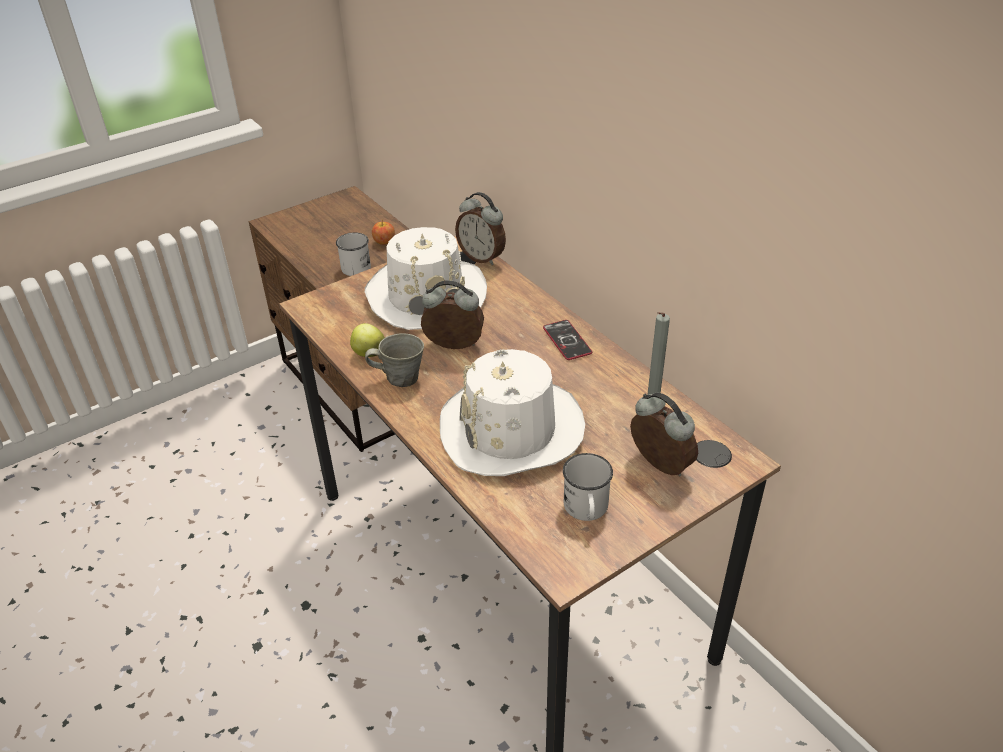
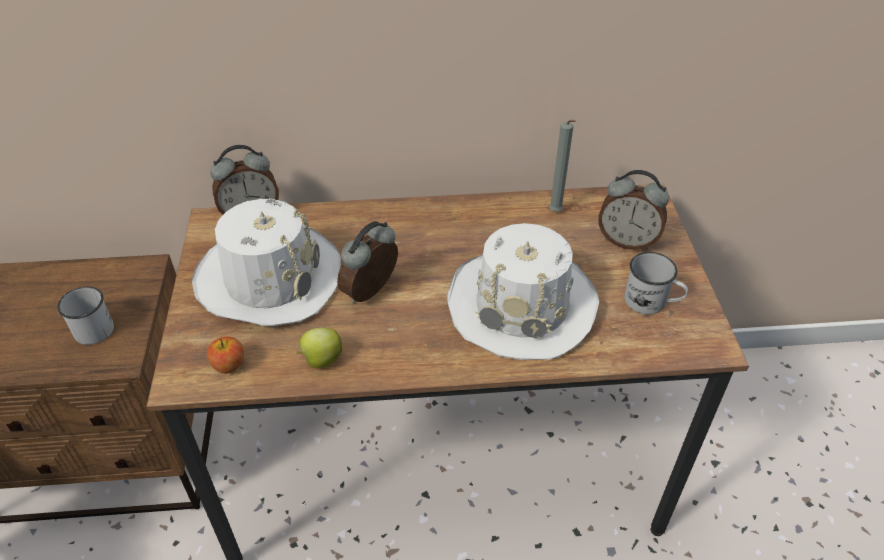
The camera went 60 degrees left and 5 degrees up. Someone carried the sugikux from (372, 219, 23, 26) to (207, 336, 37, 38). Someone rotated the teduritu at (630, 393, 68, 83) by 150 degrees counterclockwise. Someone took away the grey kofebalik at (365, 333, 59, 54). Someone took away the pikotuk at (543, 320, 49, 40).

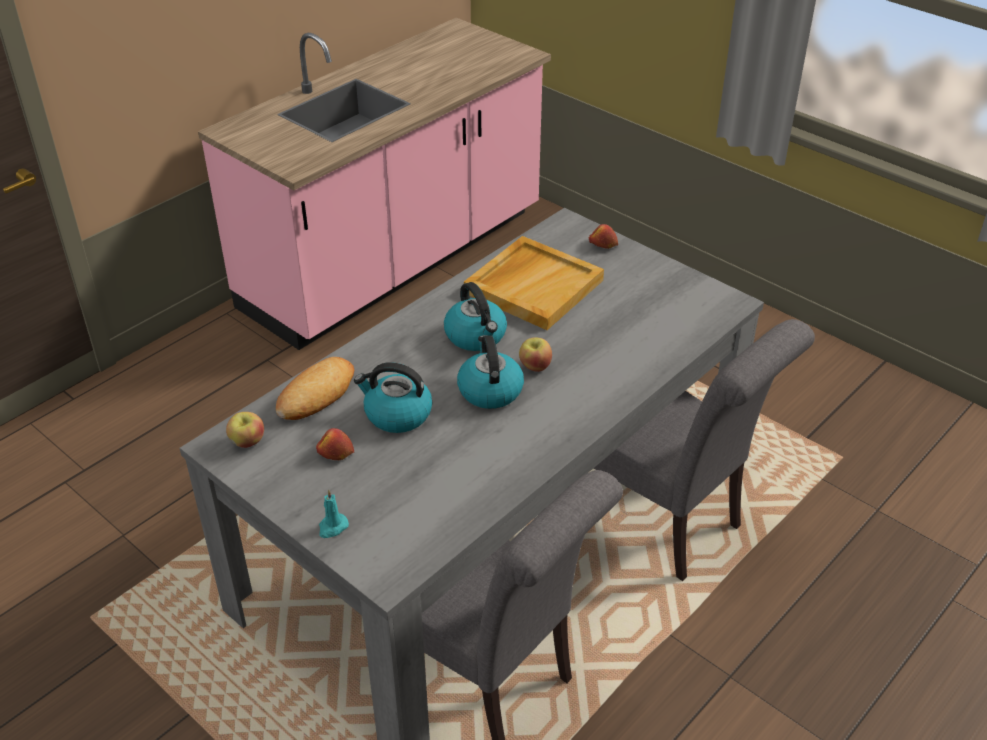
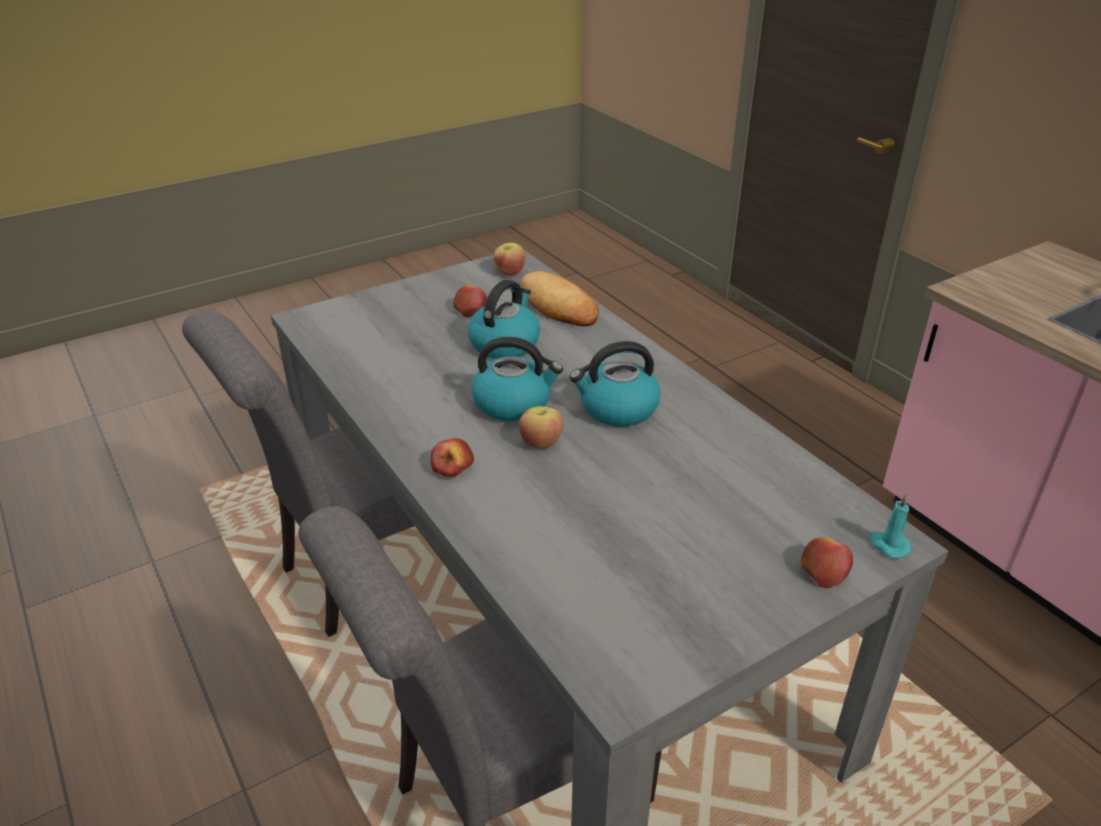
The camera went 105 degrees right and 5 degrees down. Someone put down the sugikux at (430, 438, 44, 39). Someone carried the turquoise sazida from (319, 489, 30, 49) to (870, 494, 41, 65). Someone took away the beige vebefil at (464, 236, 140, 94).

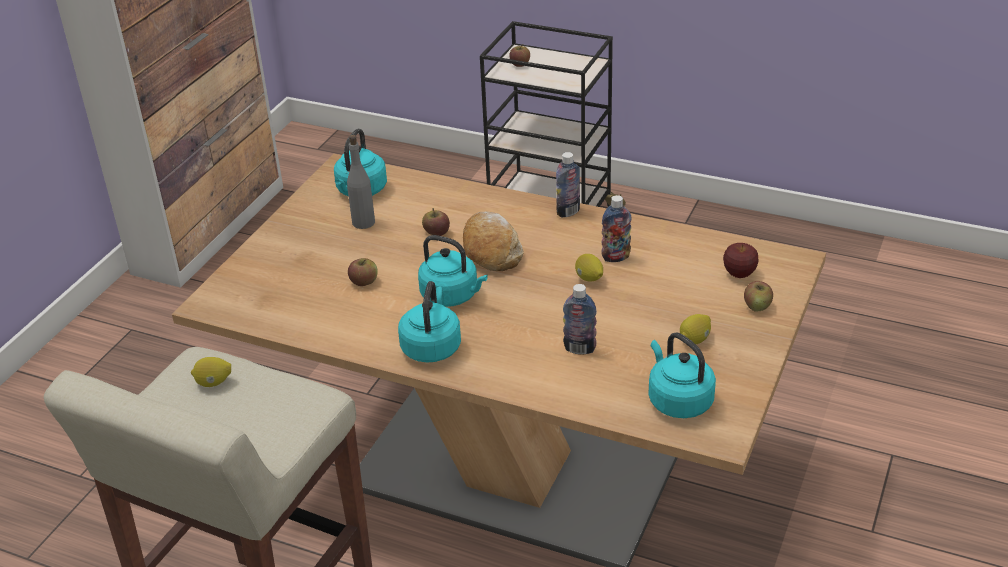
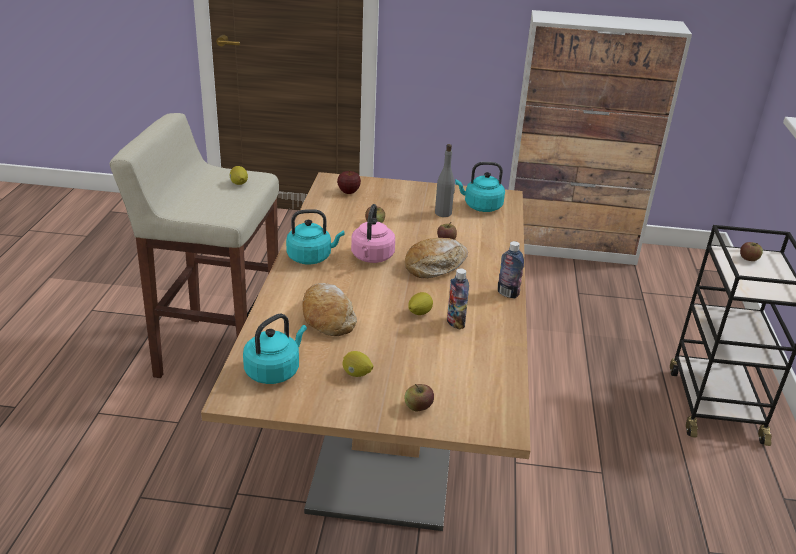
The camera went 70 degrees right and 5 degrees down. Someone swapped the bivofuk at (563, 284, 34, 70) for the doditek at (302, 283, 55, 53). Someone carried the sugikux from (723, 243, 35, 35) to (337, 171, 24, 23). Someone repainted the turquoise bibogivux at (418, 235, 70, 72), which became the pink bibogivux at (351, 204, 44, 59).

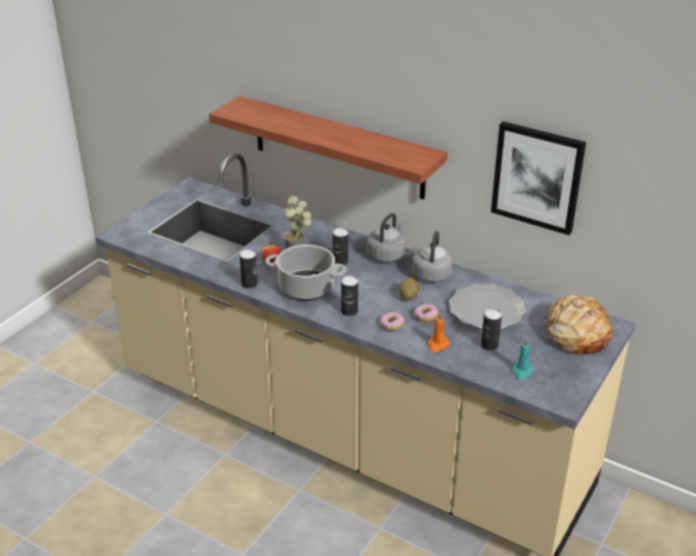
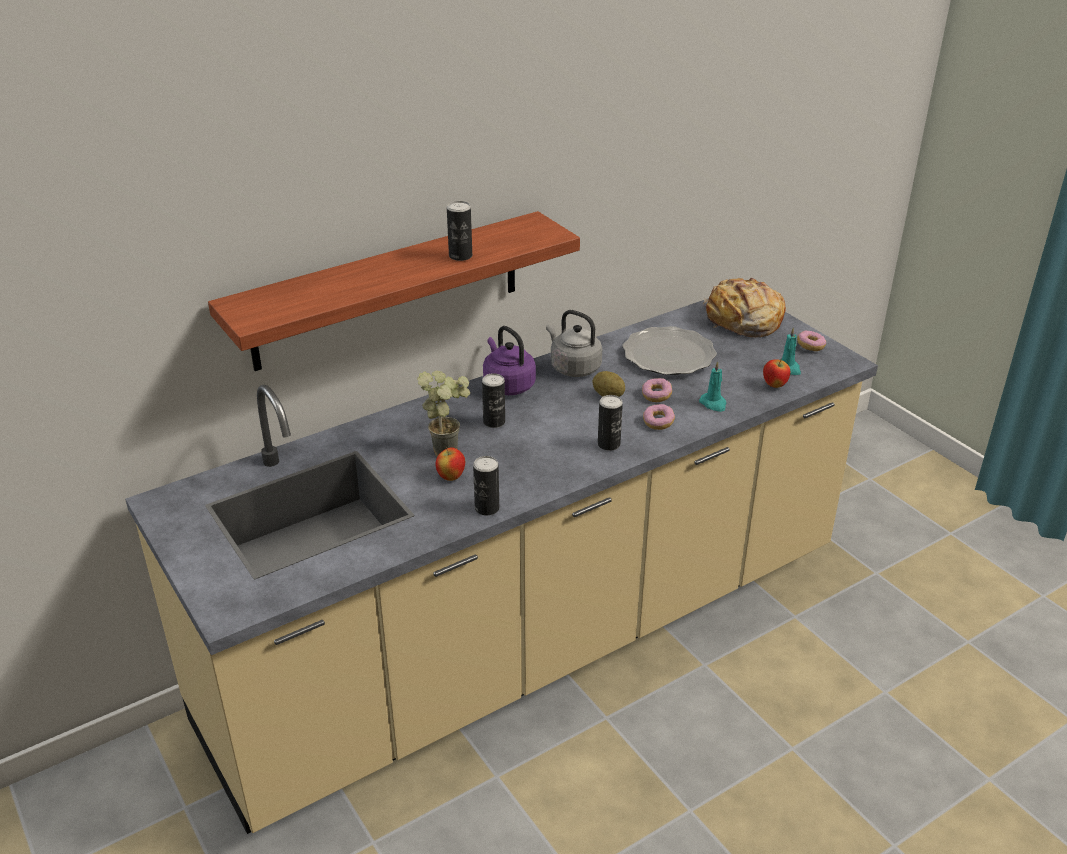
The camera went 65 degrees left and 0 degrees up. Someone carried the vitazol from (481, 308, 21, 42) to (447, 201, 25, 60). Someone repainted the grey bibogivux at (367, 213, 38, 50), which became the purple bibogivux at (483, 326, 53, 69). Someone repainted the orange sazida at (427, 313, 23, 39), which became the turquoise sazida at (699, 361, 28, 51). Someone put down the sugikux at (763, 359, 27, 29). Someone put down the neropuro at (797, 331, 29, 20). Someone took away the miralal at (265, 244, 82, 57). Someone took away the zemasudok at (491, 121, 95, 114).

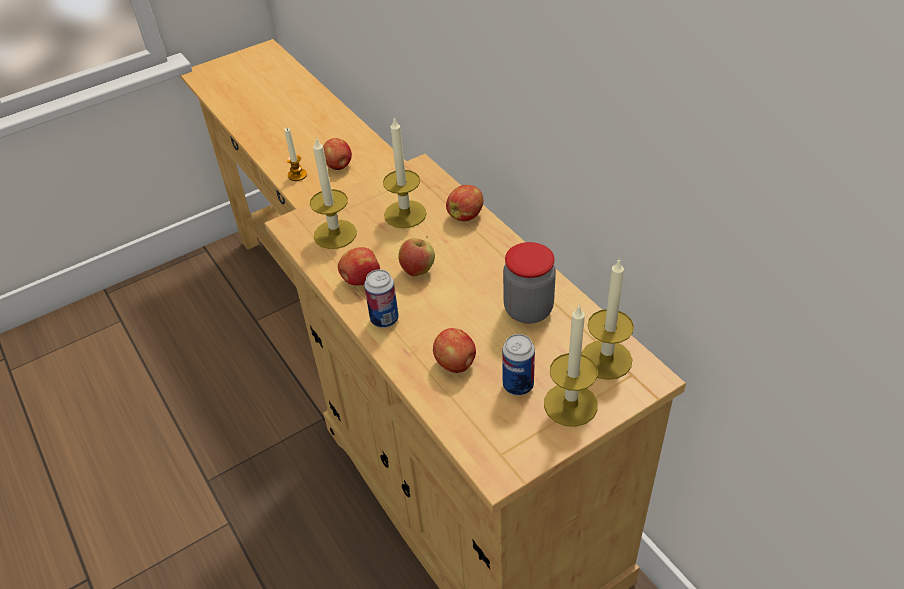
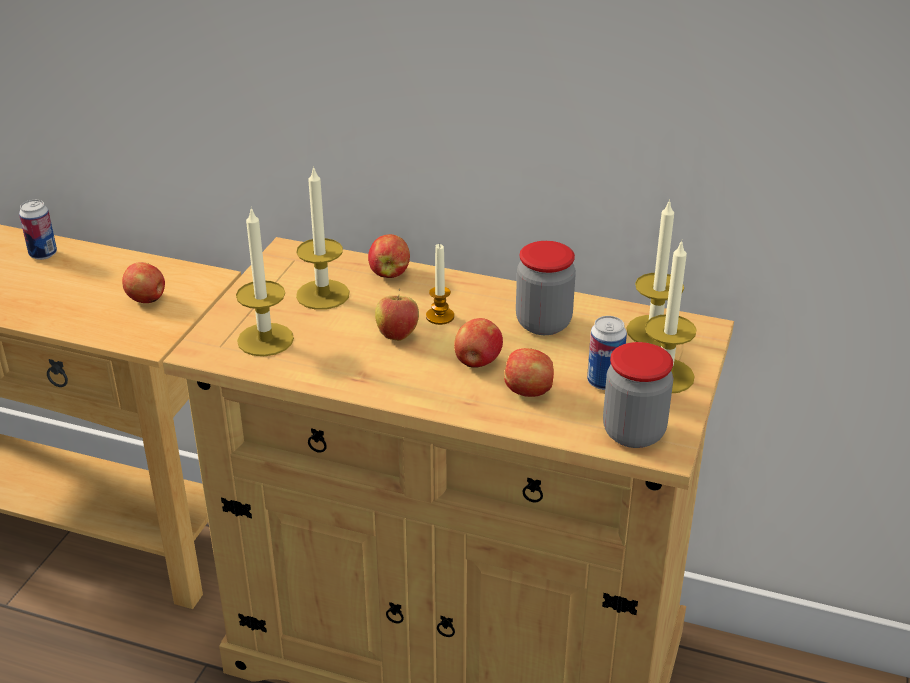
The camera went 40 degrees left and 10 degrees down. Someone carried the vitazol from (364, 269, 34, 59) to (19, 200, 38, 60). Someone carried the sazida from (284, 127, 23, 54) to (426, 244, 28, 81). Someone carried the sugikux from (338, 247, 42, 38) to (454, 318, 49, 50). Someone put down the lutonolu at (603, 342, 70, 106).

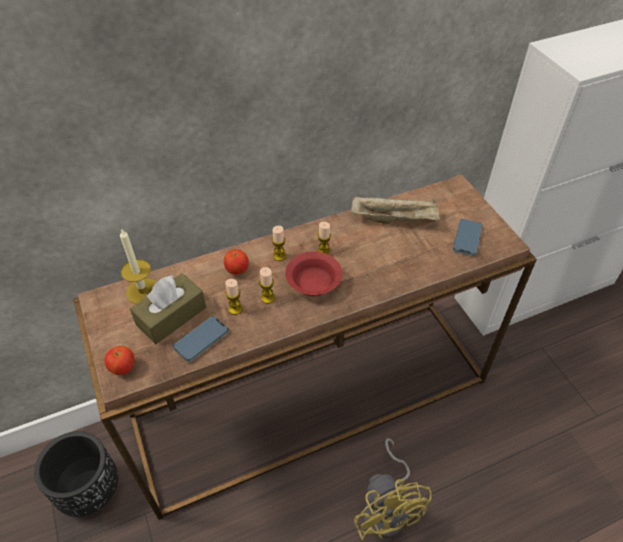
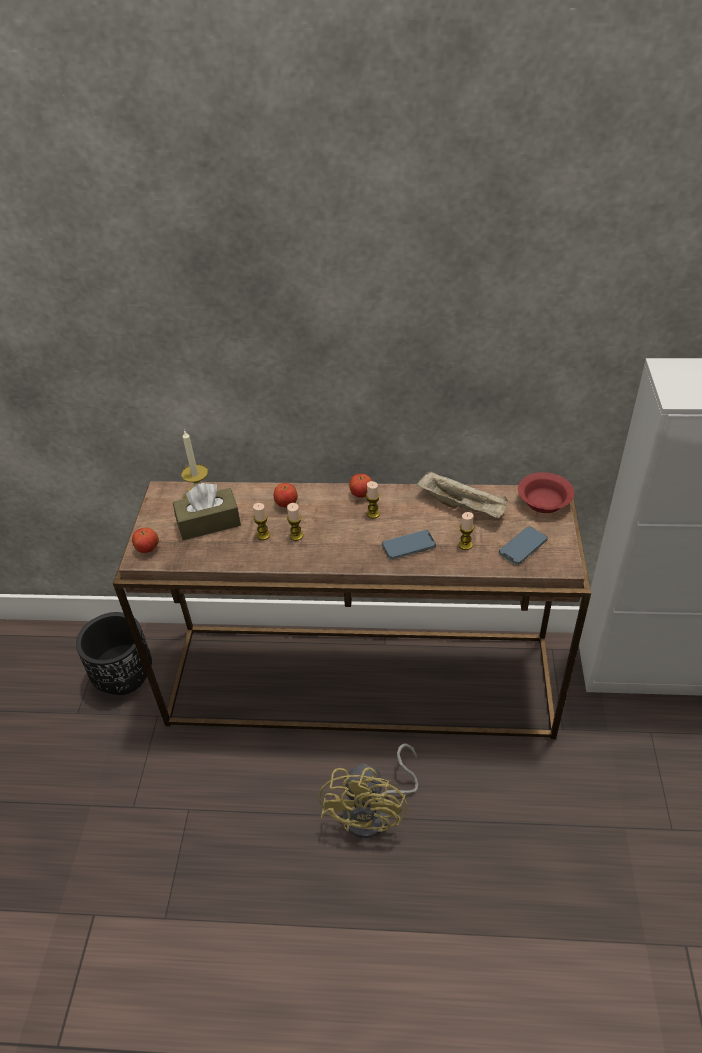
The camera went 30 degrees right and 5 degrees down. Someone put down the sugikux at (349, 474, 23, 24). Someone carried the pikotuk from (173, 316, 56, 46) to (382, 530, 54, 30). Someone carried the sazida from (272, 226, 14, 35) to (459, 512, 15, 38). Someone carried the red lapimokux from (285, 252, 57, 44) to (518, 472, 56, 41).

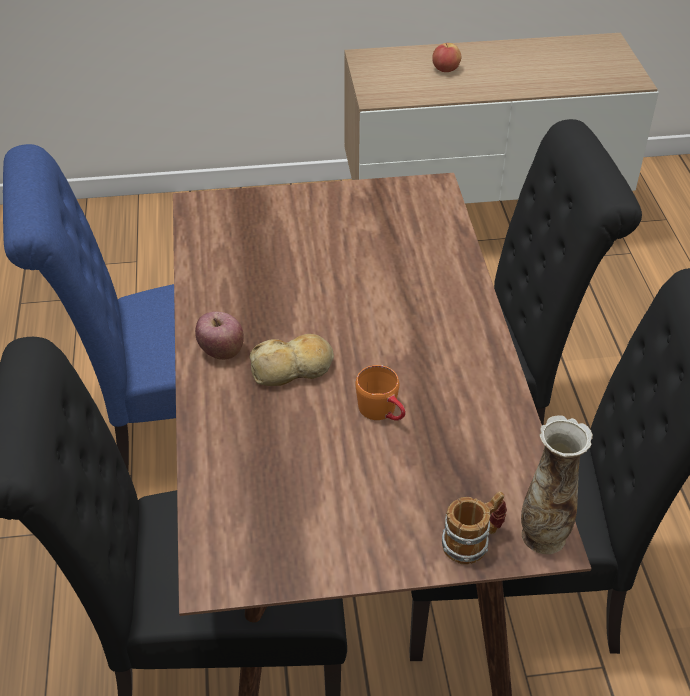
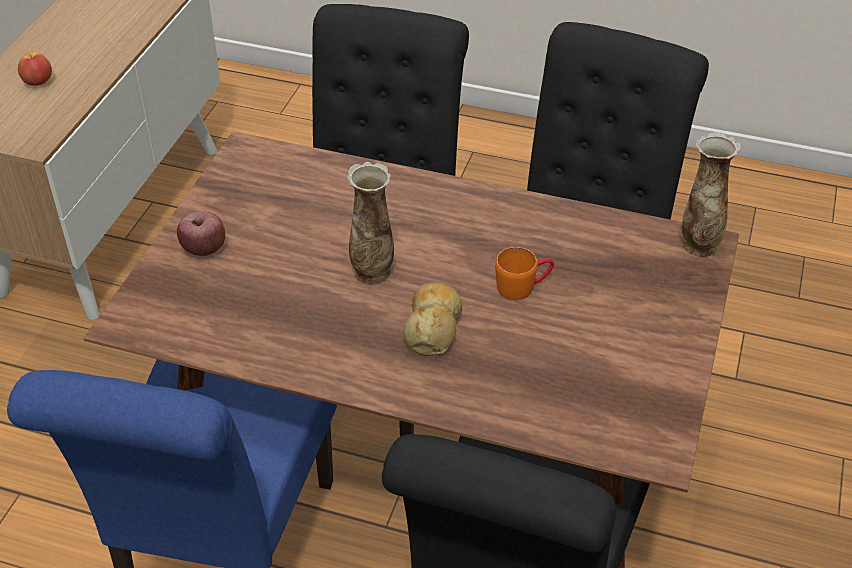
The camera went 65 degrees left and 0 degrees up. Someone carried the sugikux from (195, 311, 49, 49) to (177, 211, 48, 45). Someone put down the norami at (347, 162, 47, 123). Someone took away the kofebalik at (442, 491, 65, 74).

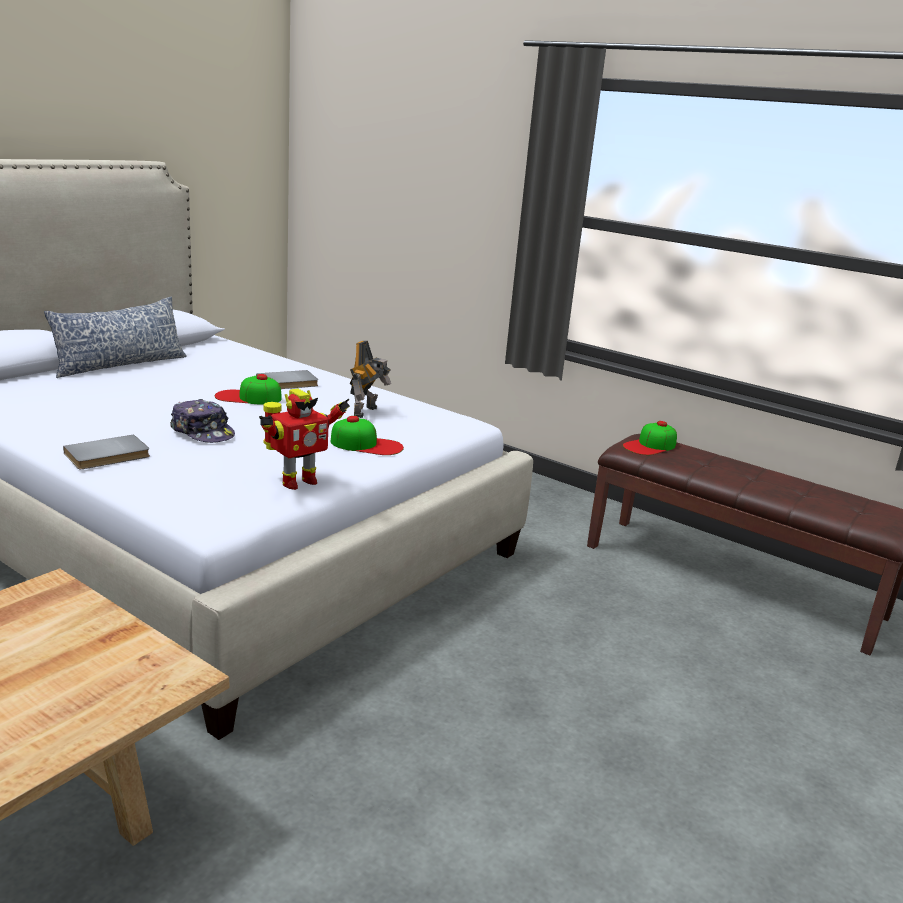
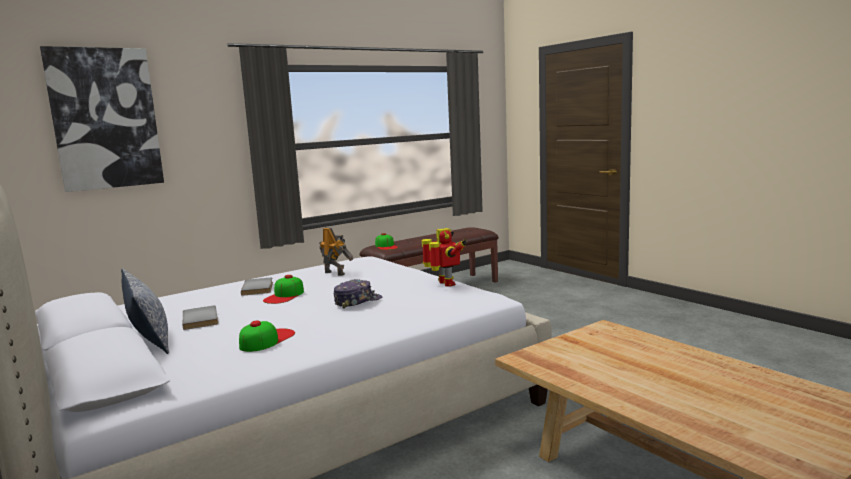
The camera went 70 degrees left and 10 degrees down. Someone put up the zemasudok at (40, 46, 124, 146). Someone carried the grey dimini from (63, 434, 87, 35) to (183, 306, 35, 24). Someone carried the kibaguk from (331, 416, 73, 39) to (239, 320, 56, 32).

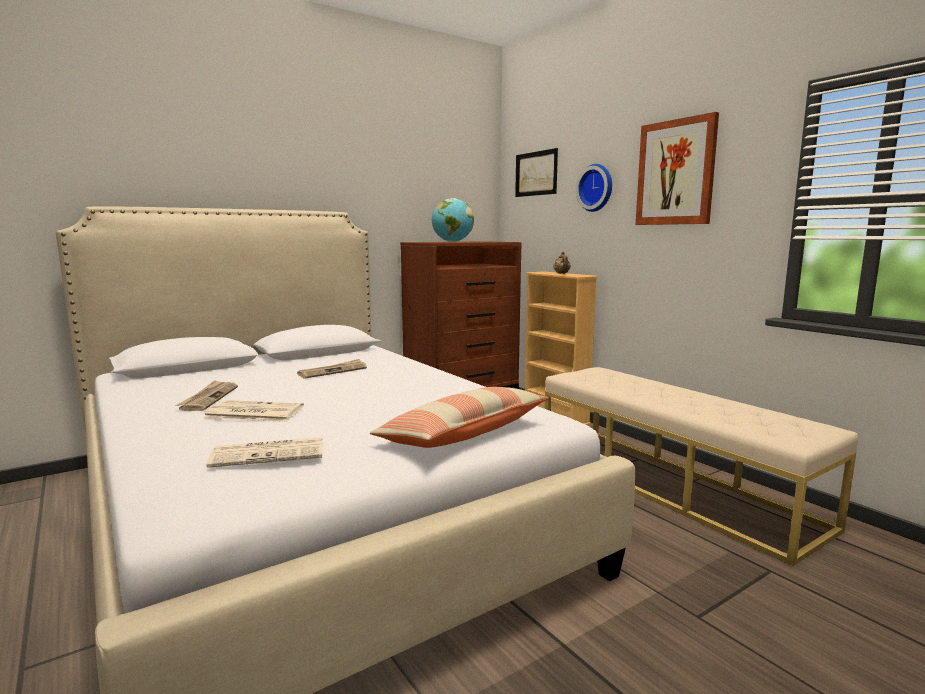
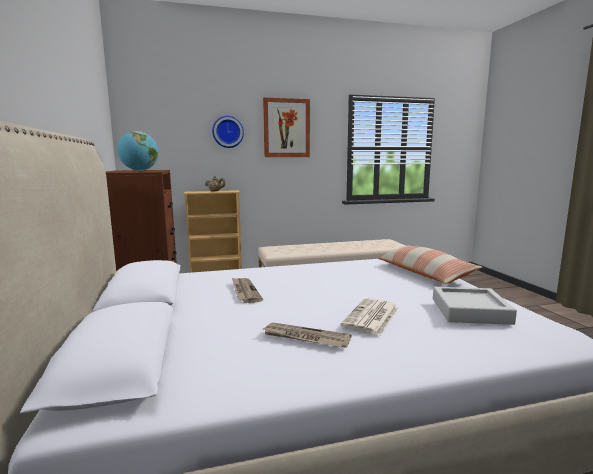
The camera went 70 degrees left and 0 degrees up. Someone swapped the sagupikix at (206, 437, 117, 31) for the grey vebefil at (433, 287, 84, 38). Someone took away the zemasudok at (515, 148, 43, 49).

